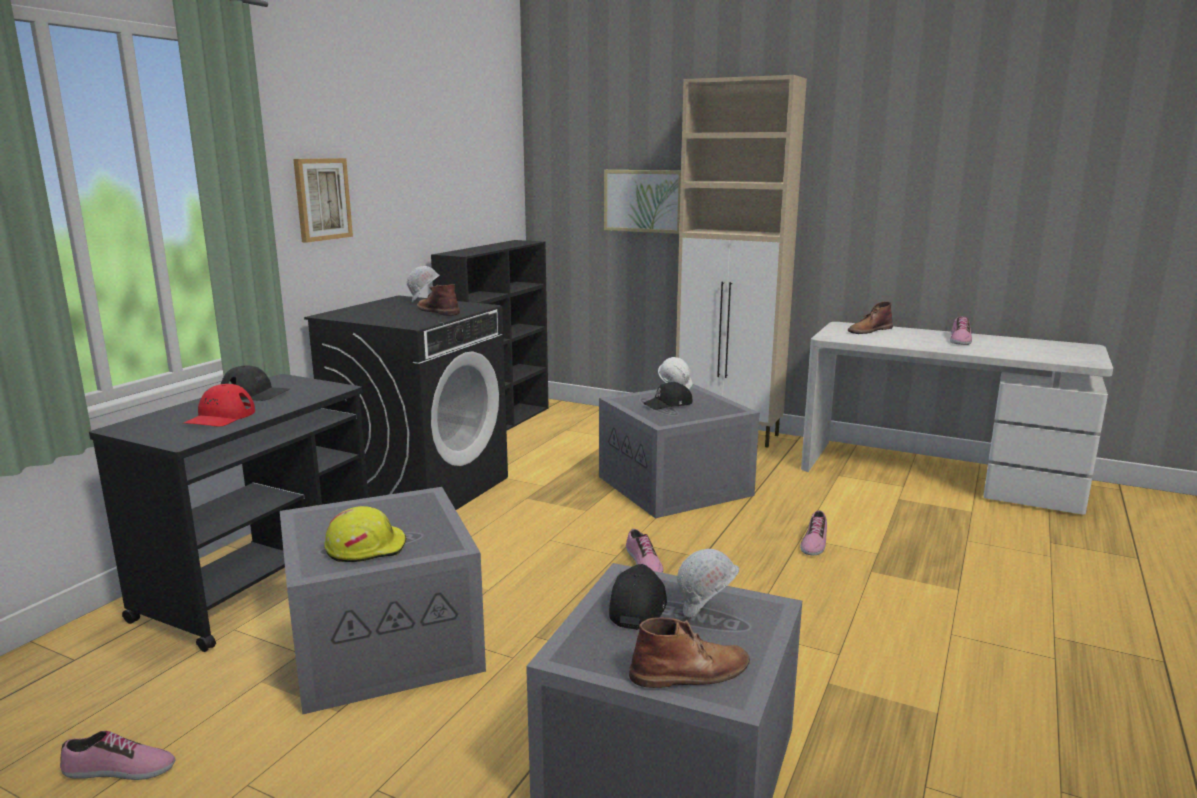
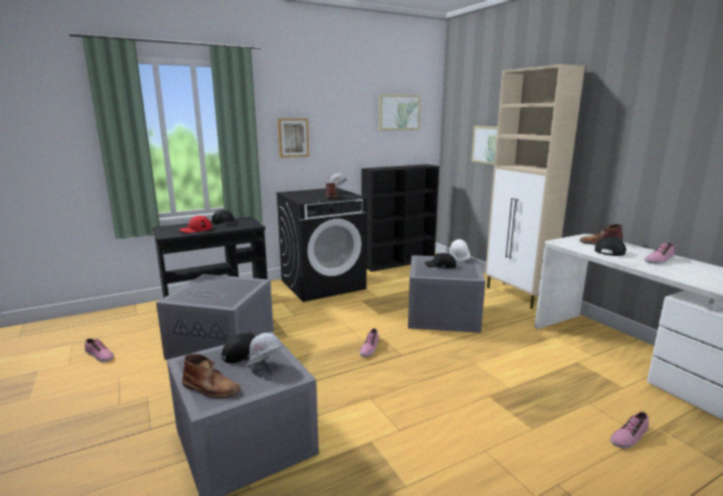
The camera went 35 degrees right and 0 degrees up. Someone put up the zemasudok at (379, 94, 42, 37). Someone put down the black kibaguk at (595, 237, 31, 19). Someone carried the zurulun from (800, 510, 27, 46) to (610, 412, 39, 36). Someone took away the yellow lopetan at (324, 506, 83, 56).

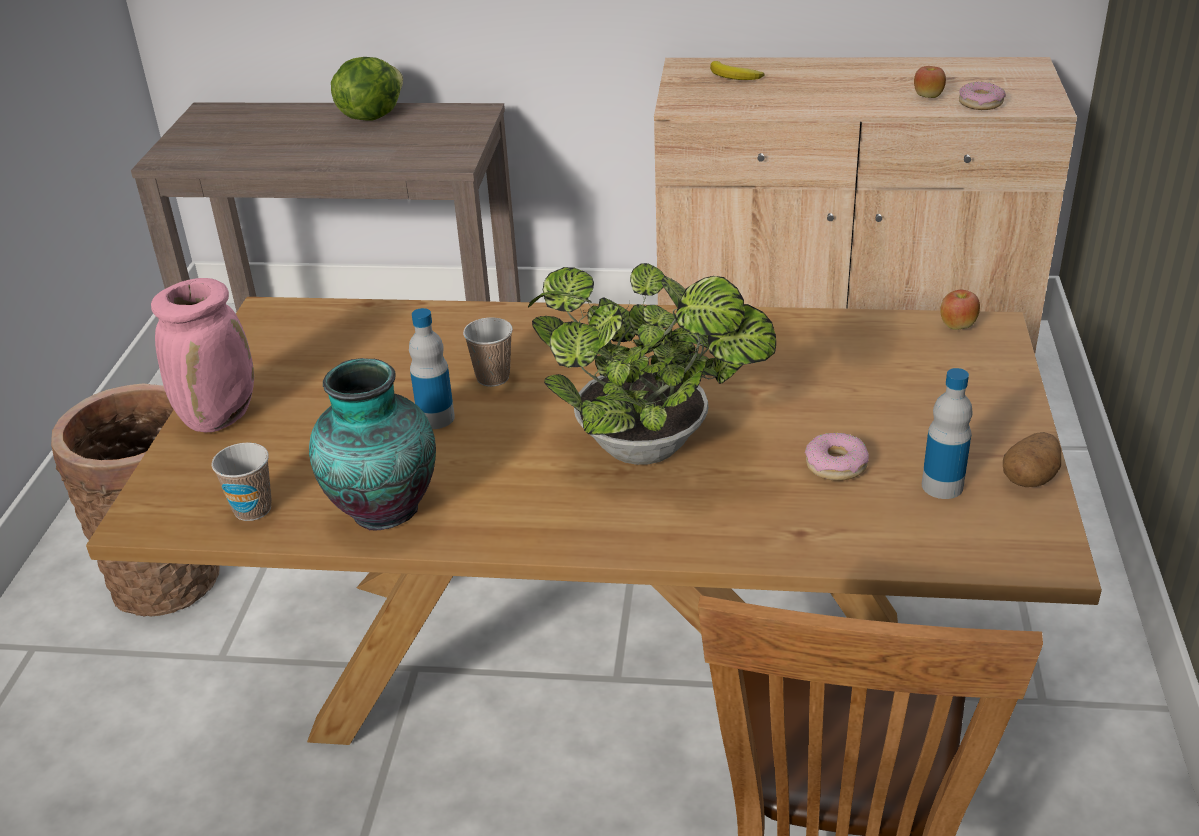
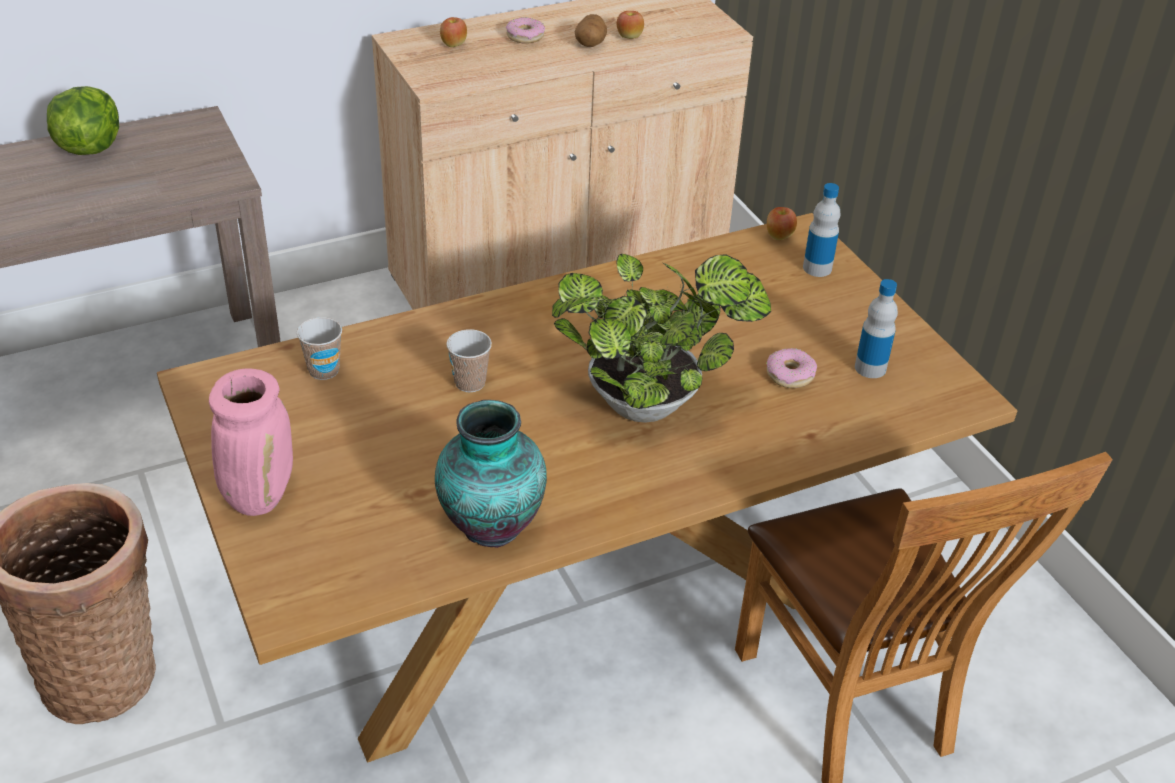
The camera went 35 degrees left and 5 degrees up. Someone carried the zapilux from (212, 442, 60, 79) to (297, 317, 45, 63). Someone swapped the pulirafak at (710, 61, 55, 19) for the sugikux at (440, 17, 27, 30). Someone carried the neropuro from (959, 82, 47, 28) to (506, 17, 39, 27). Someone carried the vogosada from (1003, 432, 58, 55) to (575, 14, 32, 33). Someone carried the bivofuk from (409, 308, 46, 121) to (803, 183, 37, 94).

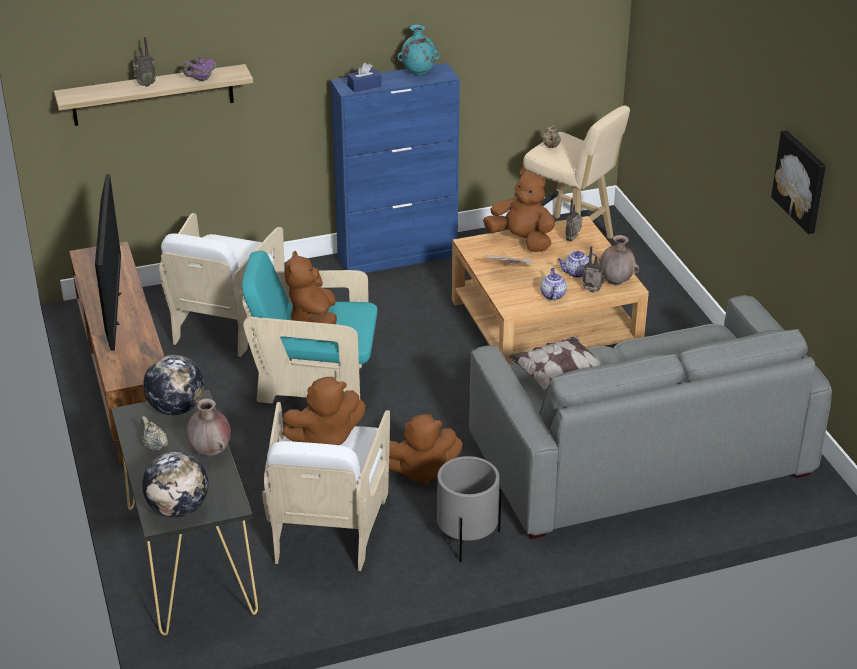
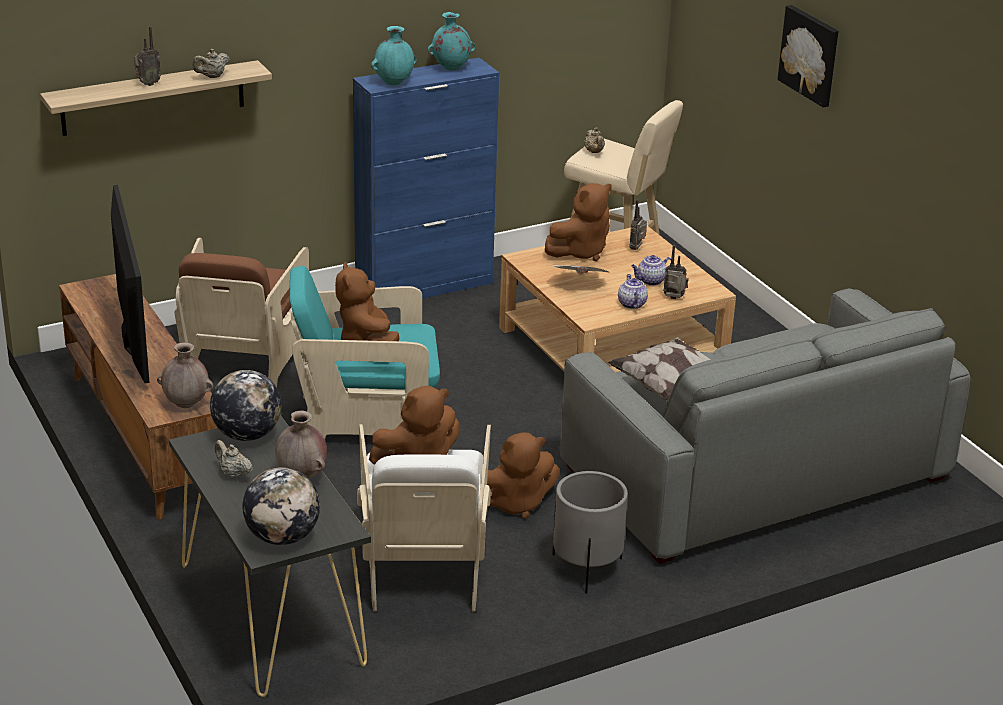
The camera went 10 degrees left and 5 degrees down. Someone carried the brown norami from (597, 235, 42, 50) to (157, 342, 56, 66). Someone repainted the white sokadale at (159, 213, 126, 144), which became the brown sokadale at (175, 238, 134, 149). Someone repainted the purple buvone at (183, 56, 34, 25), which became the beige buvone at (193, 49, 37, 29). Someone swapped the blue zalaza at (347, 63, 35, 29) for the turquoise norami at (371, 26, 46, 59). Someone rotated the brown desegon at (483, 168, 72, 84) by 120 degrees clockwise. Someone carried the zemasudok from (771, 130, 55, 104) to (777, 5, 61, 102).

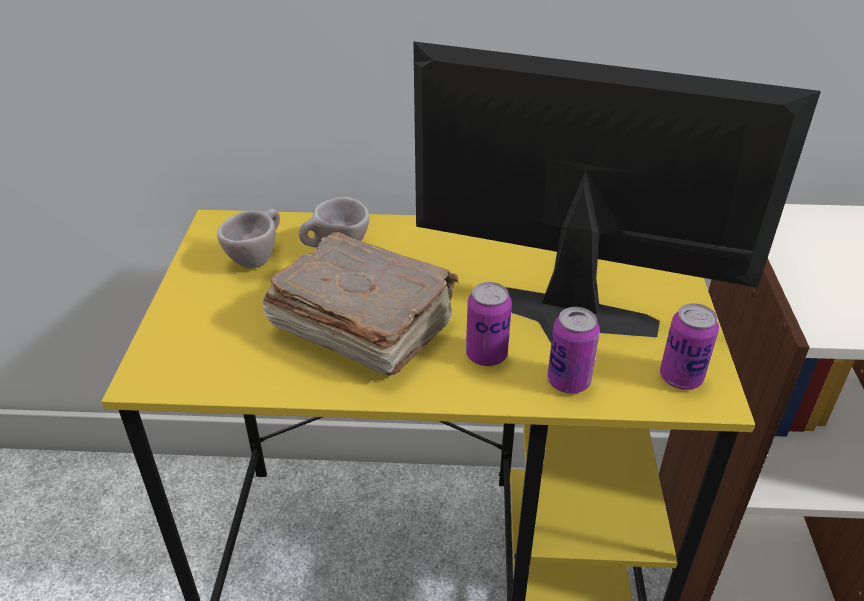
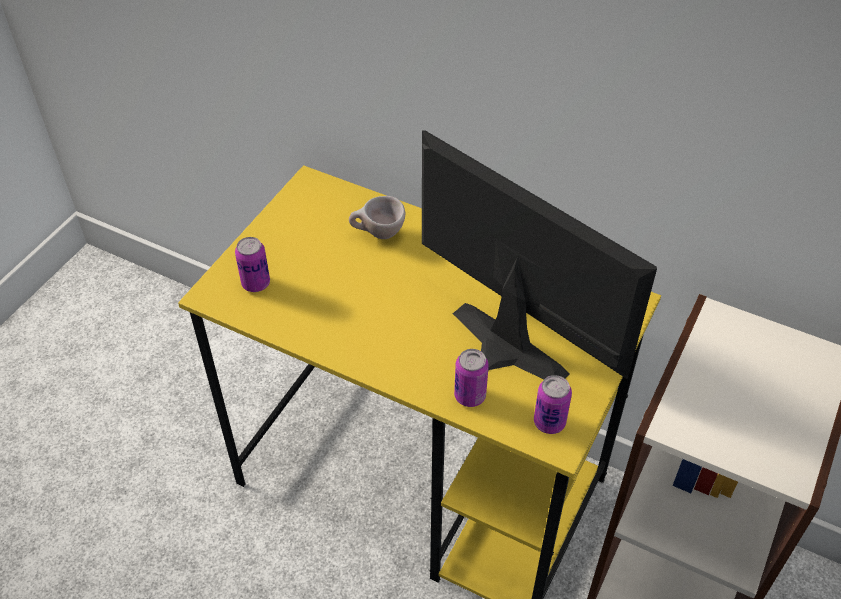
The camera went 25 degrees right and 10 degrees up. Someone carried the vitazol from (466, 282, 46, 84) to (235, 237, 35, 55). Someone took away the beige zapilux at (217, 209, 63, 60). Someone took away the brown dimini at (263, 232, 195, 144).

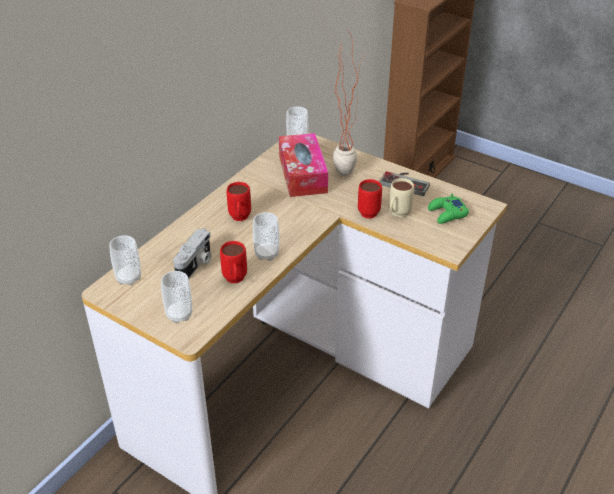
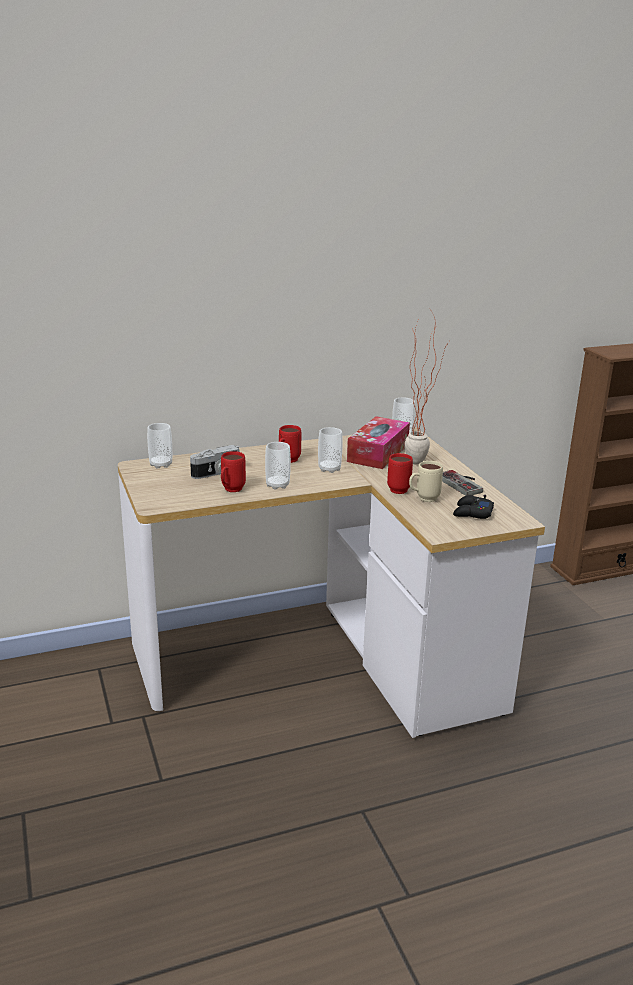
The camera went 35 degrees right and 15 degrees down. Someone carried the zapilux from (161, 271, 31, 52) to (318, 427, 25, 46). Someone repainted the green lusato at (428, 194, 41, 30), which became the black lusato at (453, 495, 41, 24).

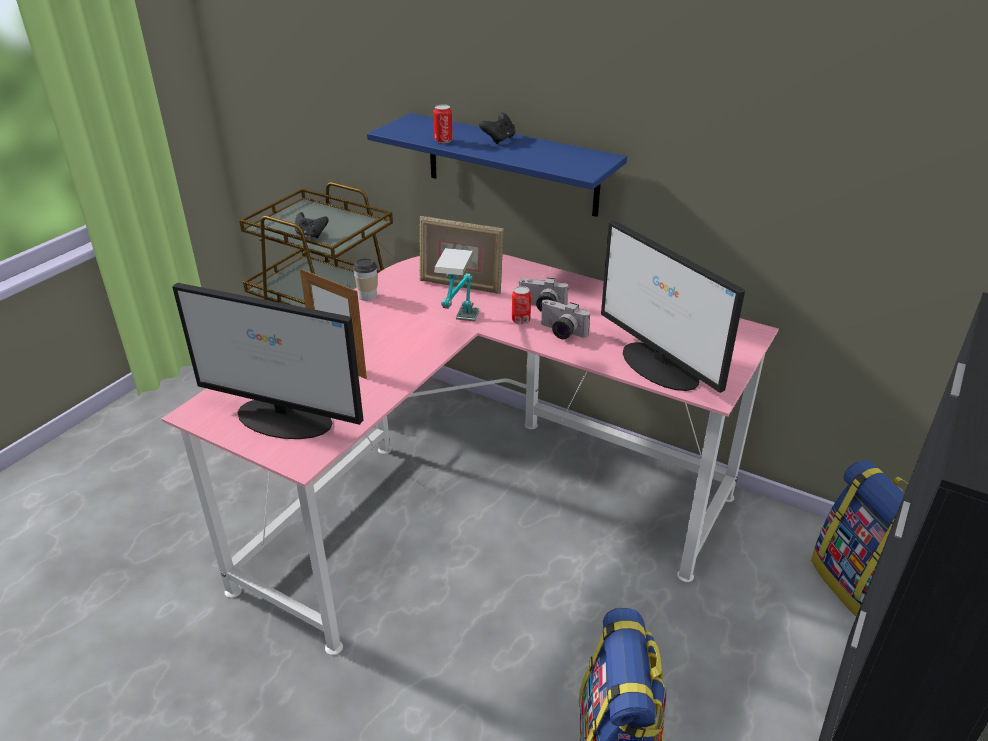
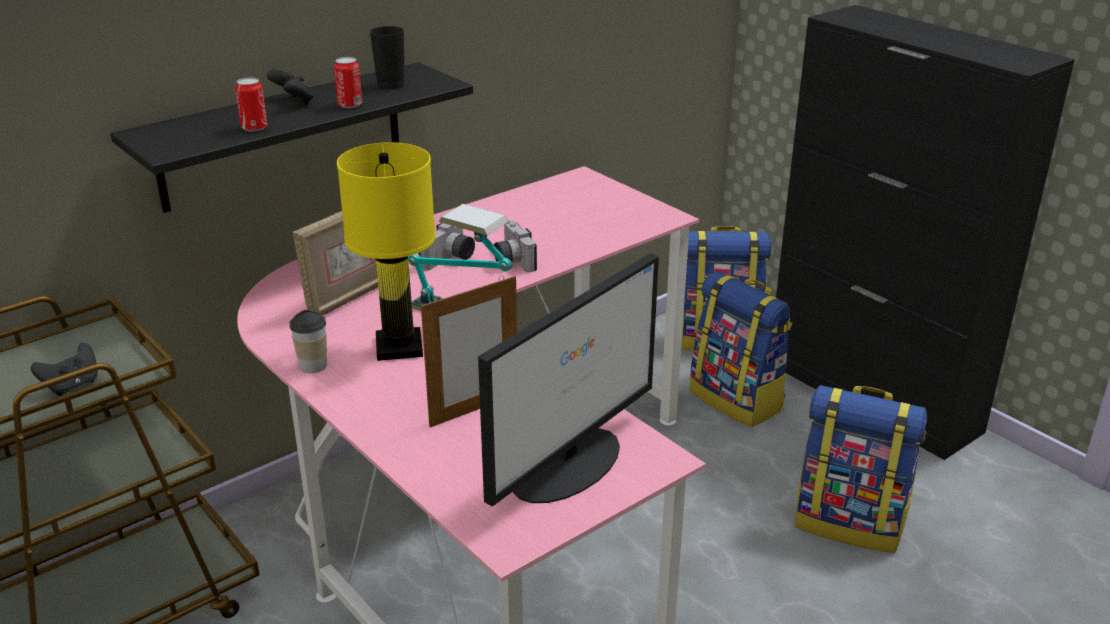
The camera went 70 degrees left and 5 degrees down. Someone repainted the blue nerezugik at (367, 113, 260, 104), which became the black nerezugik at (110, 62, 363, 151). Someone carried the vitazol from (512, 286, 19, 38) to (334, 57, 28, 51). Someone put down the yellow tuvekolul at (337, 142, 98, 219). Someone put down the black zapilux at (370, 26, 34, 63). Someone rotated the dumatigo at (540, 299, 50, 40) by 105 degrees clockwise. Someone put down the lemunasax at (689, 271, 104, 156). Someone took away the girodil at (601, 220, 144, 173).

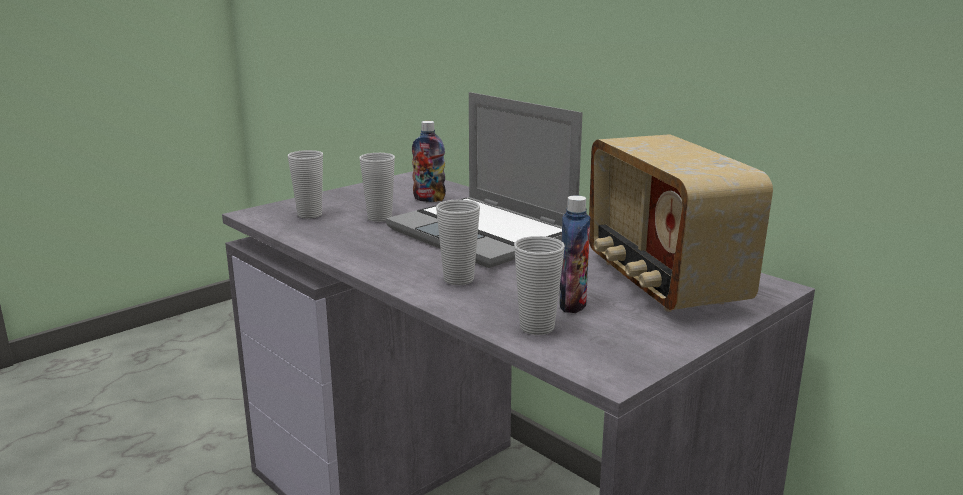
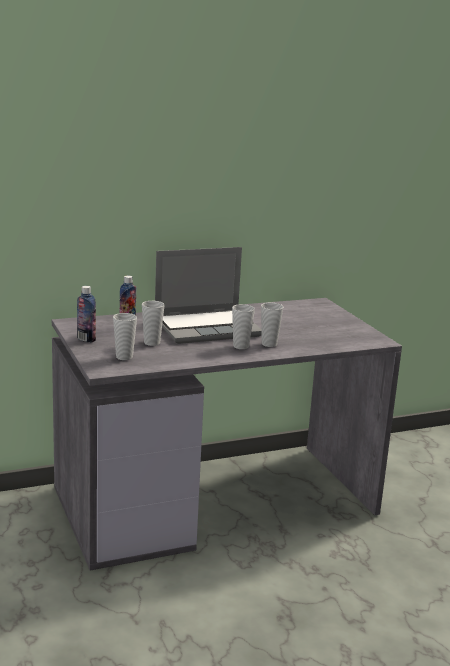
The camera went 70 degrees left and 0 degrees up. Someone carried the bivofuk from (559, 195, 32, 118) to (77, 286, 19, 56). Someone carried the zapilux from (514, 236, 51, 99) to (232, 304, 23, 45). Someone took away the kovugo at (589, 134, 184, 178).

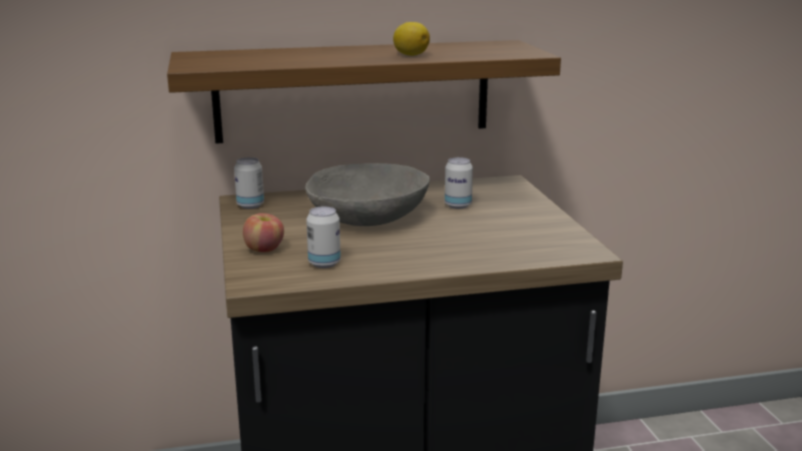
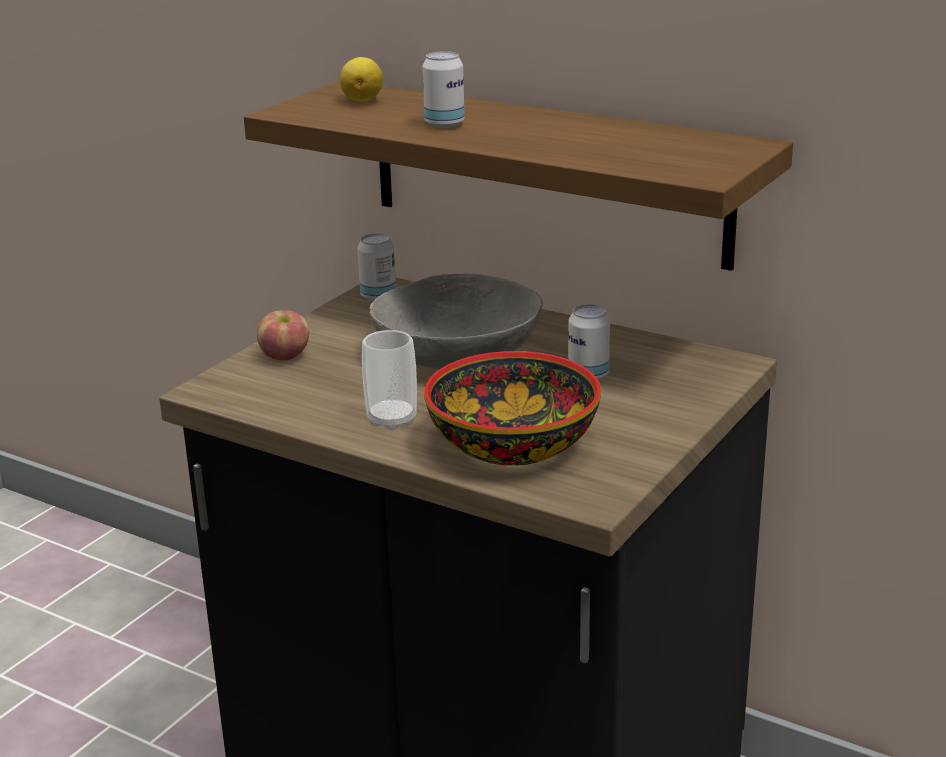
The camera went 45 degrees right and 5 degrees up. Someone carried the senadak from (393, 22, 37, 34) to (340, 57, 43, 45). Someone put down the zapilux at (362, 330, 55, 101). Someone carried the vitazol from (306, 207, 35, 61) to (422, 51, 43, 78). Someone put down the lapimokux at (424, 351, 177, 115).

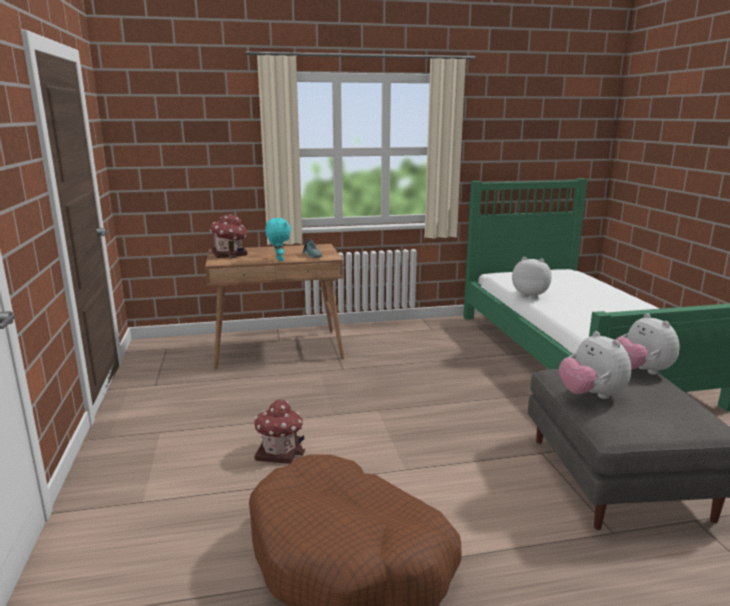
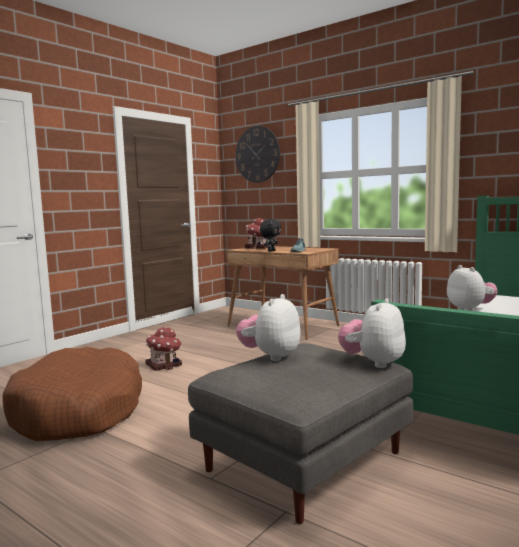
The camera went 50 degrees right and 10 degrees down. Someone put up the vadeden at (236, 126, 44, 57). Someone repainted the turquoise desegon at (265, 218, 26, 43), which became the black desegon at (260, 219, 21, 33).

